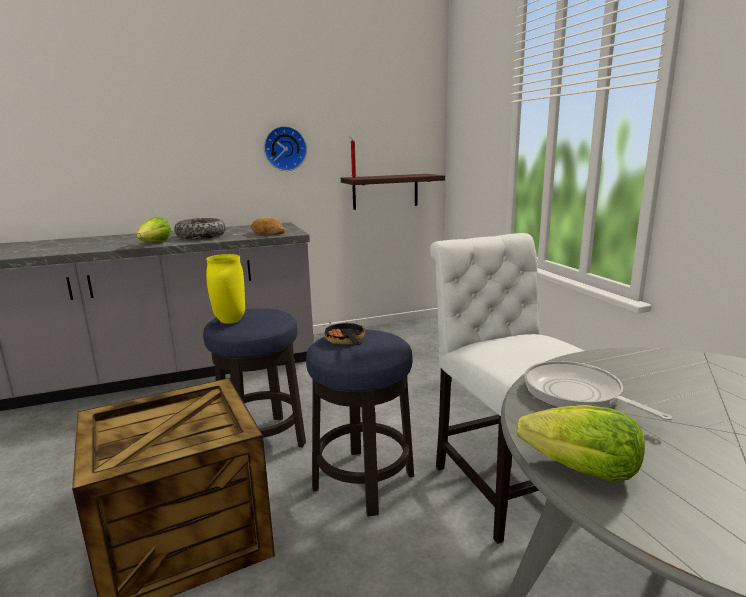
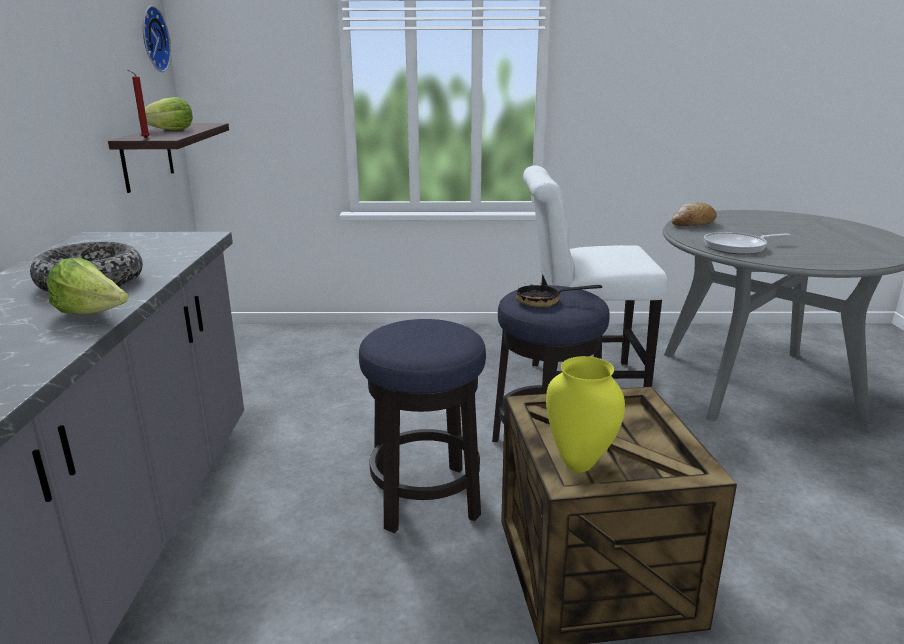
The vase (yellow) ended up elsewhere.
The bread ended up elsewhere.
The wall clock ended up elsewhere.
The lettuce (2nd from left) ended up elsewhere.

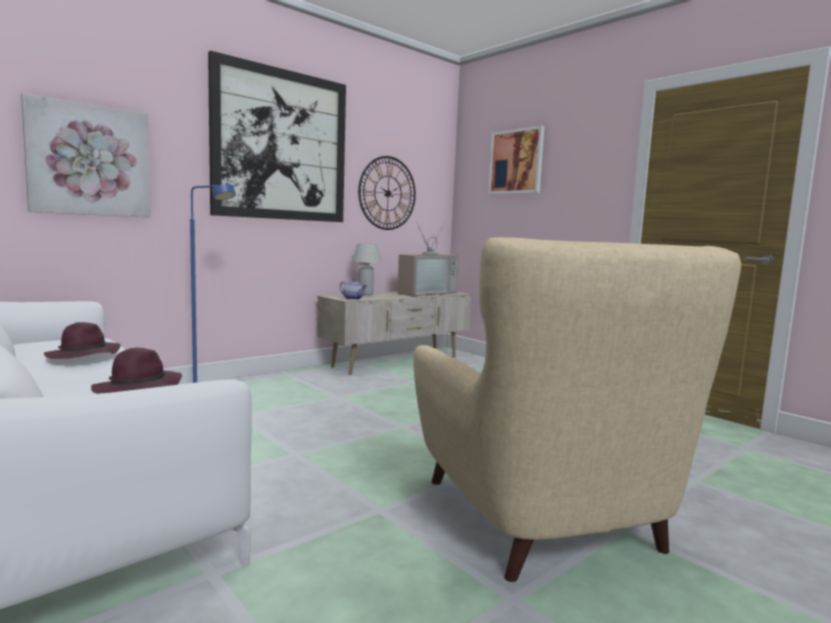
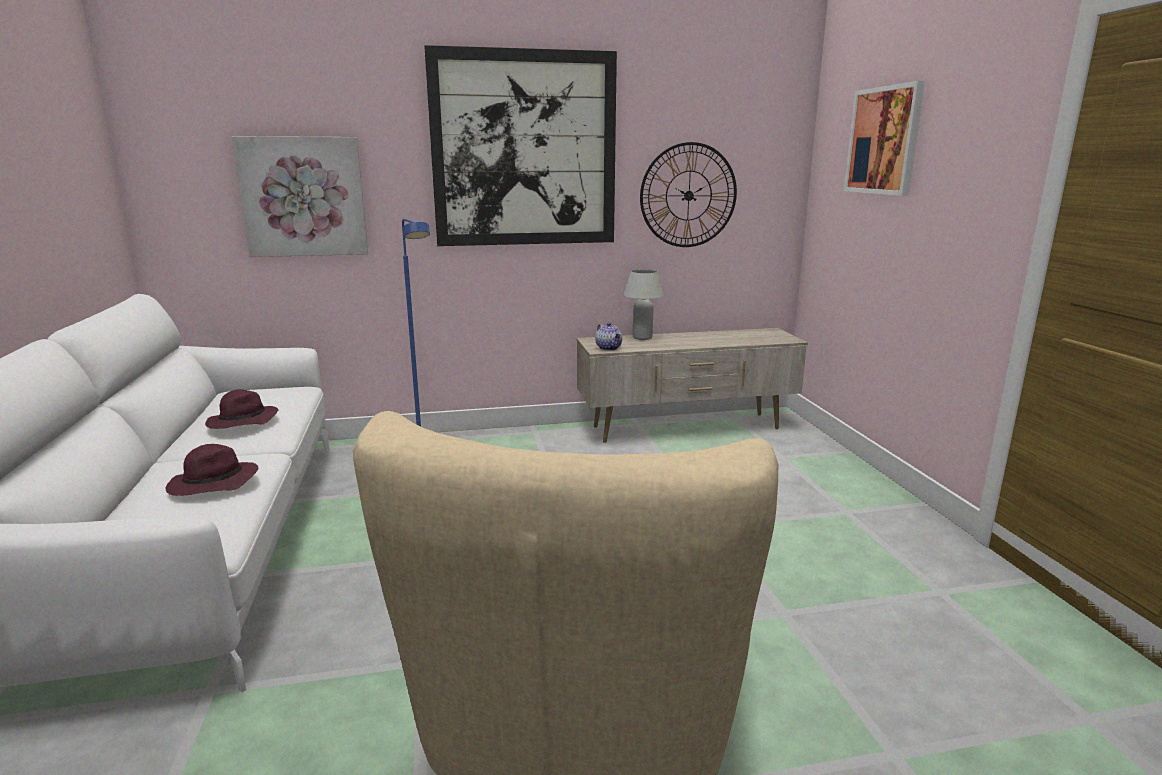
The second view lost the television.

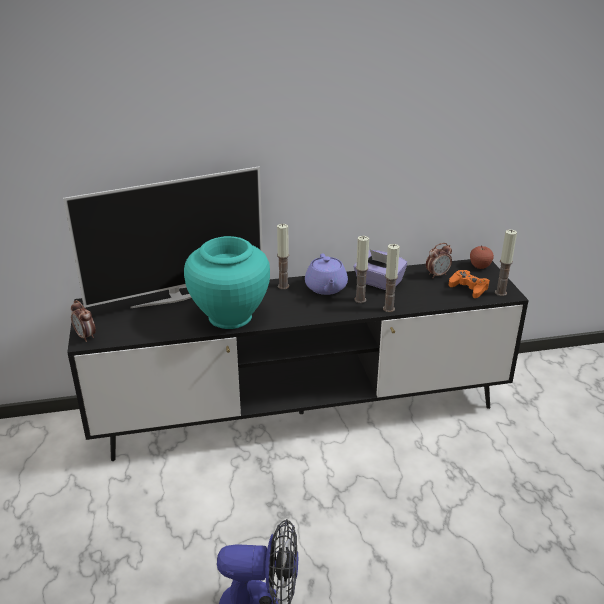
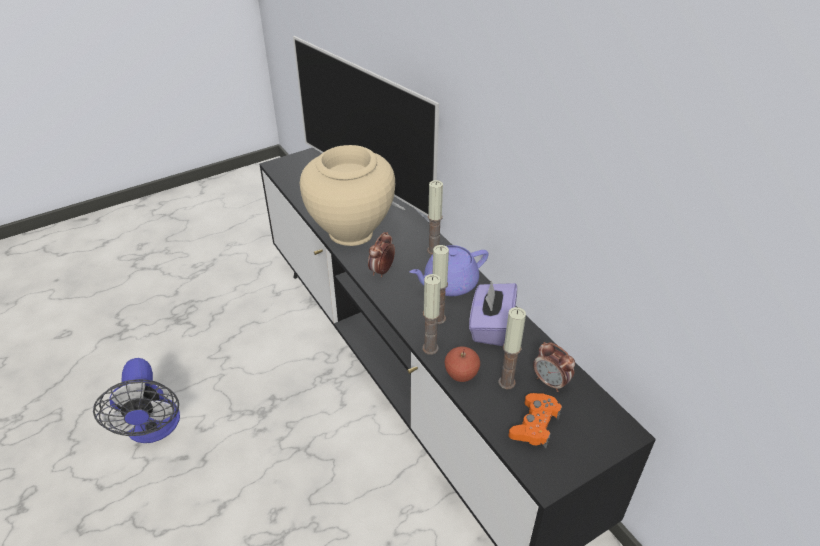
The alarm clock (1st from left) ended up elsewhere.
What was the vase (turquoise) turned into the vase (beige).
The apple ended up elsewhere.
The candle (4th from left) ended up elsewhere.

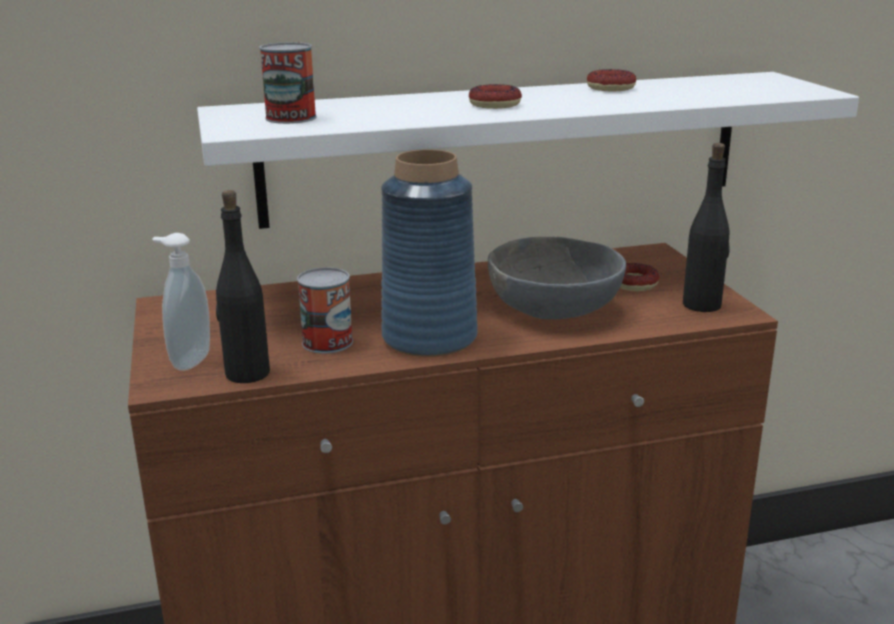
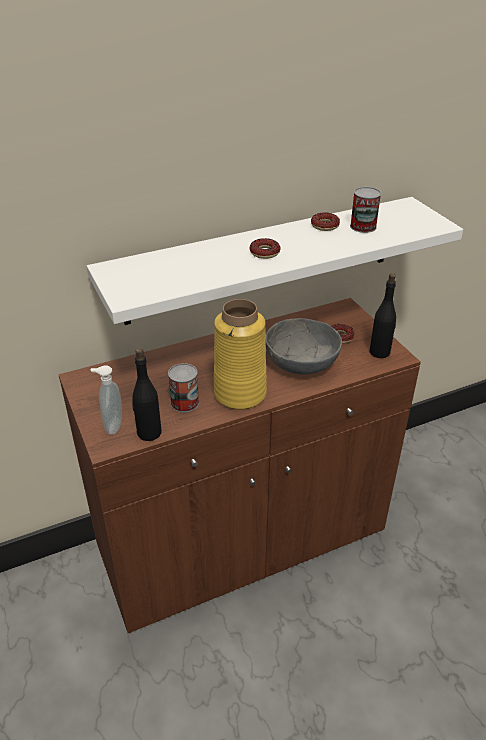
The can (1st from left in the first image) ended up elsewhere.
What was the vase (blue) turned into the vase (yellow).

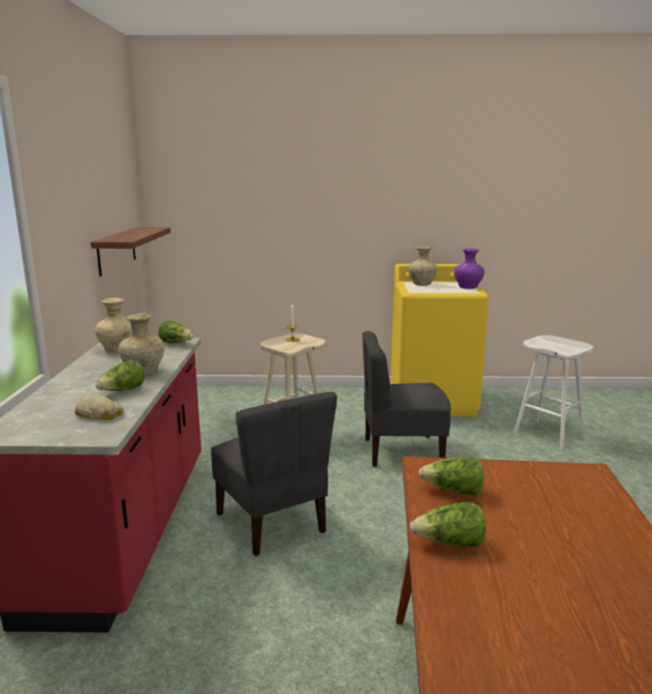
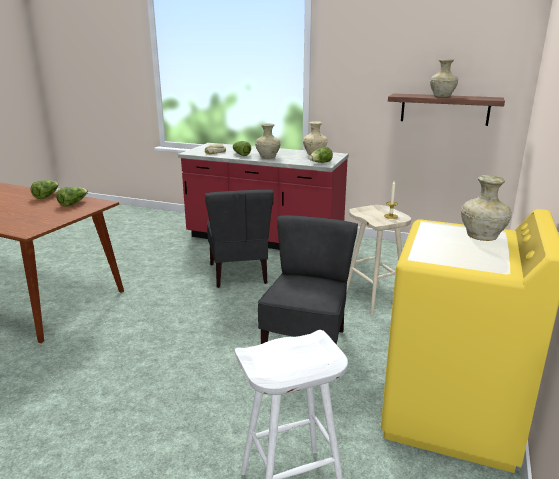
The chair (grey) (1st from left) ended up facing another way, 90 degrees counterclockwise from before.
The second view lost the vase (purple).
The second view gained the vase (beige) (3rd from left).

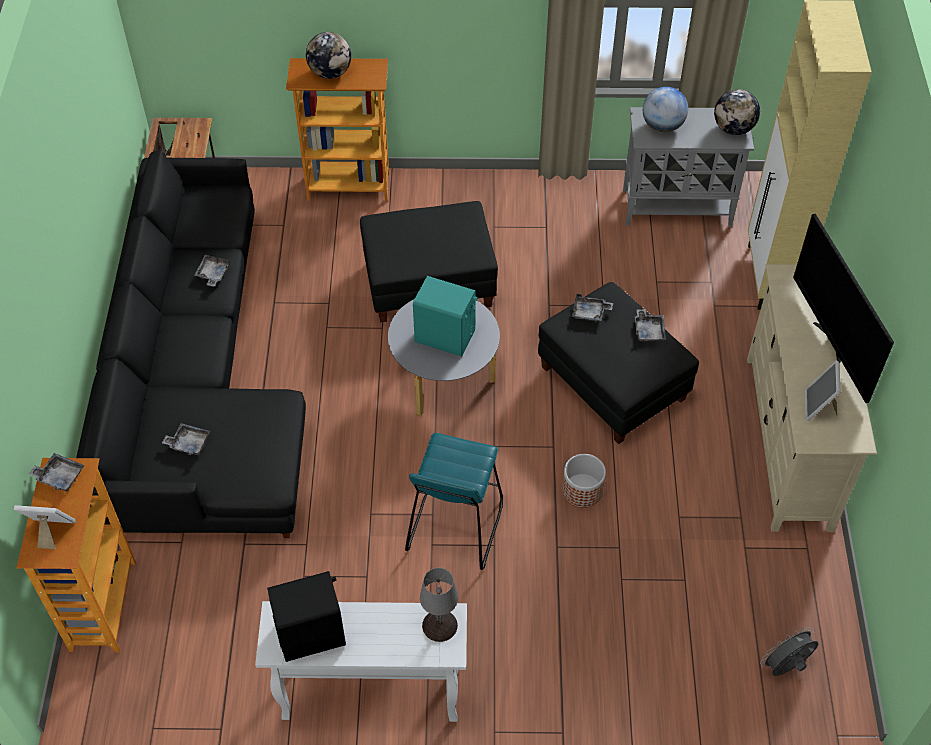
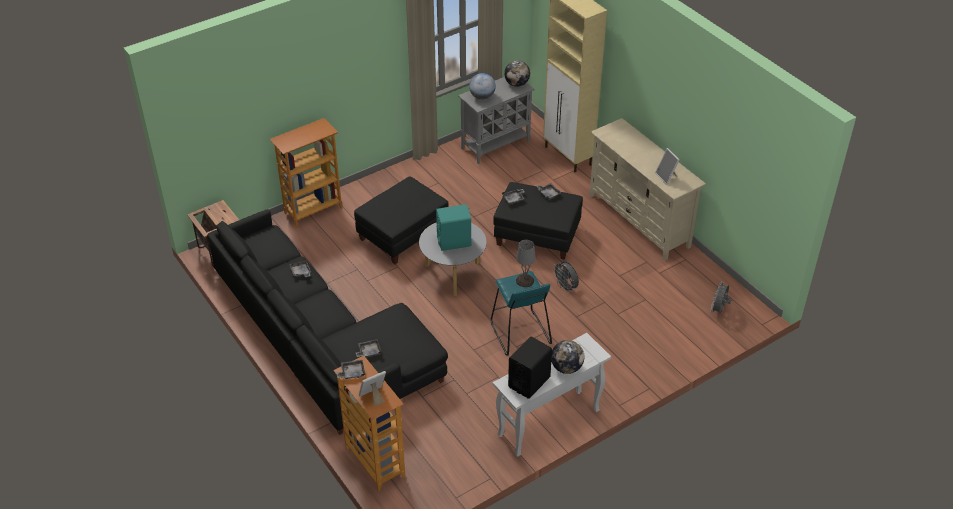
The globe (1st from left in the first image) ended up elsewhere.
The table lamp (grey) ended up elsewhere.
Where the planter stood, the fan (grey) (1st from left) came to stand.
The second view lost the television.

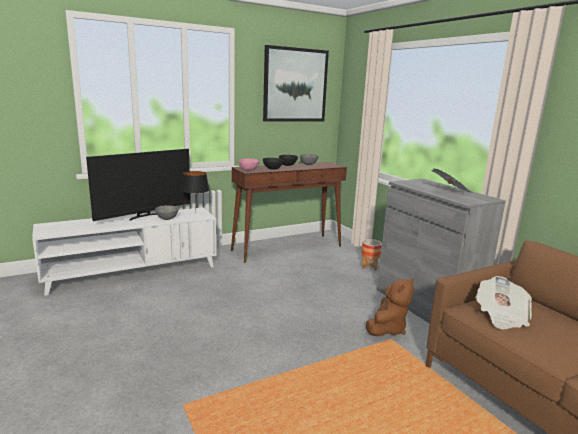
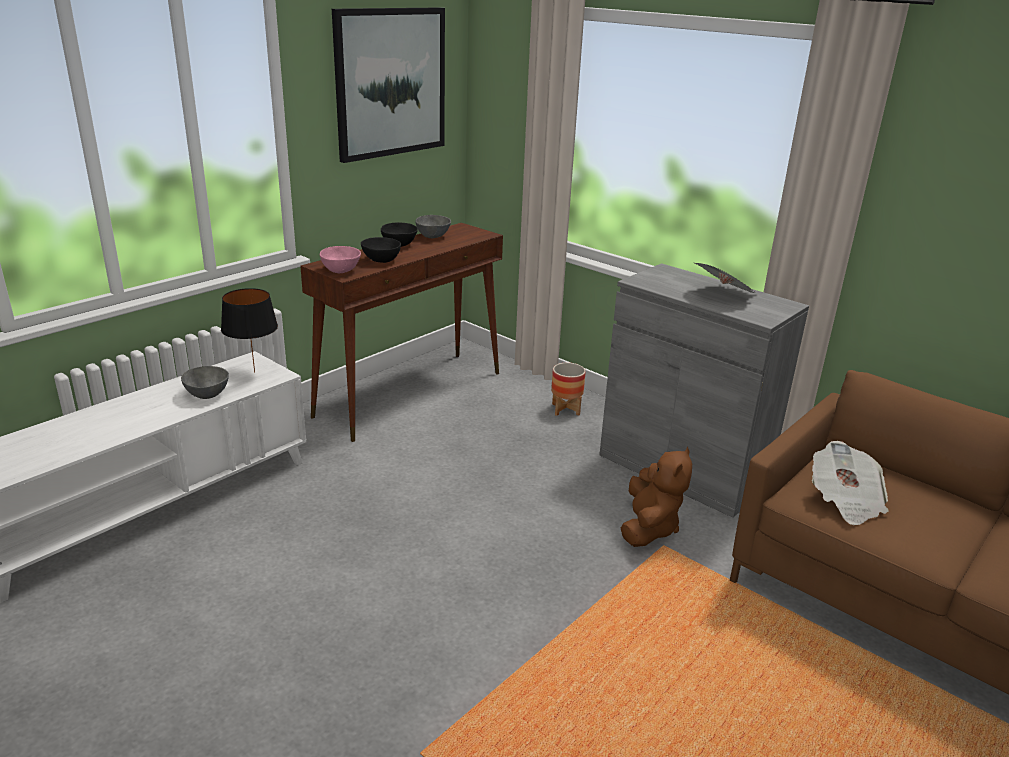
The second view lost the television.

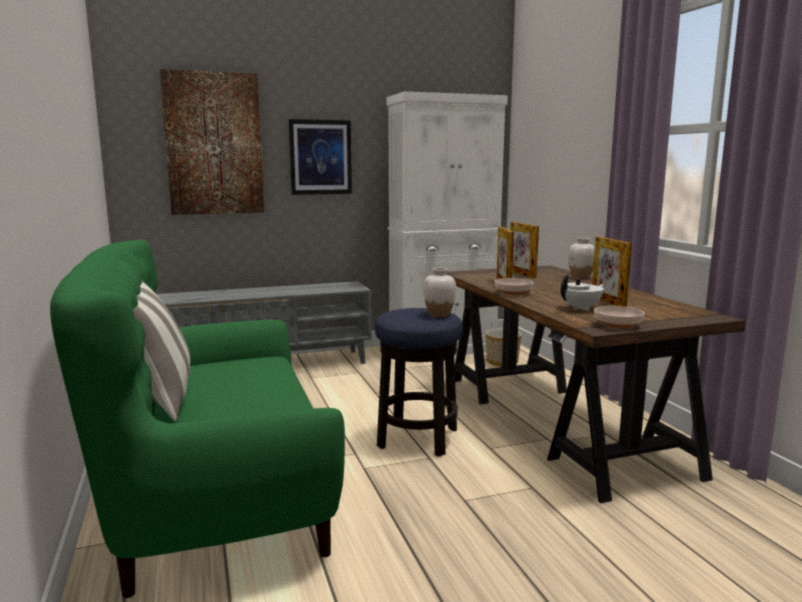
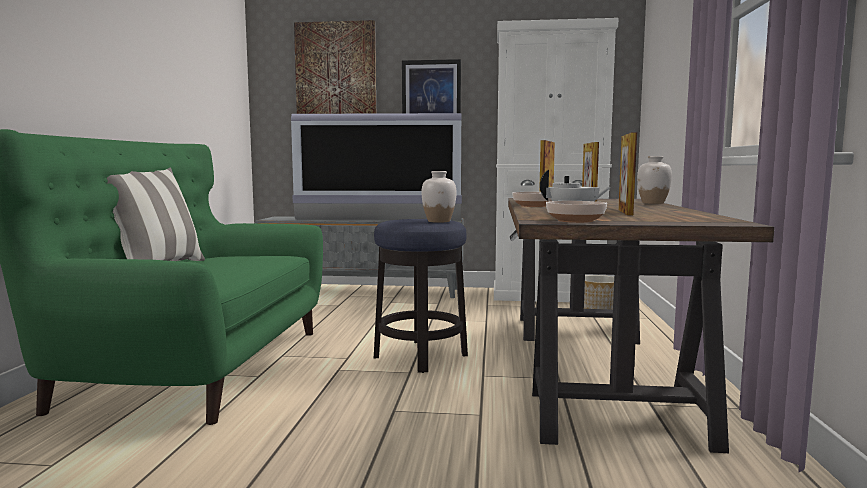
The second view gained the television.

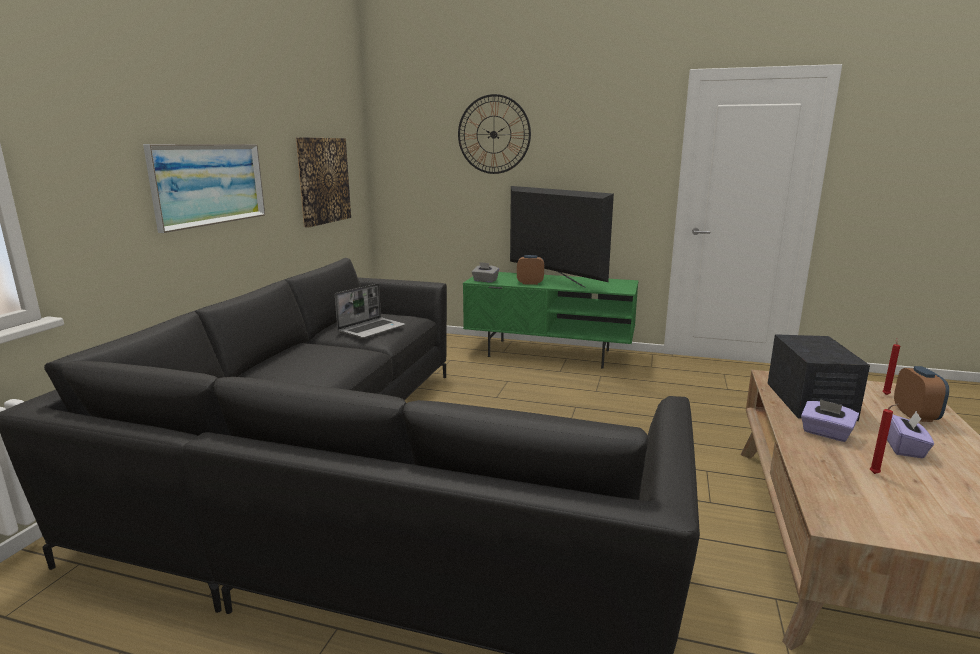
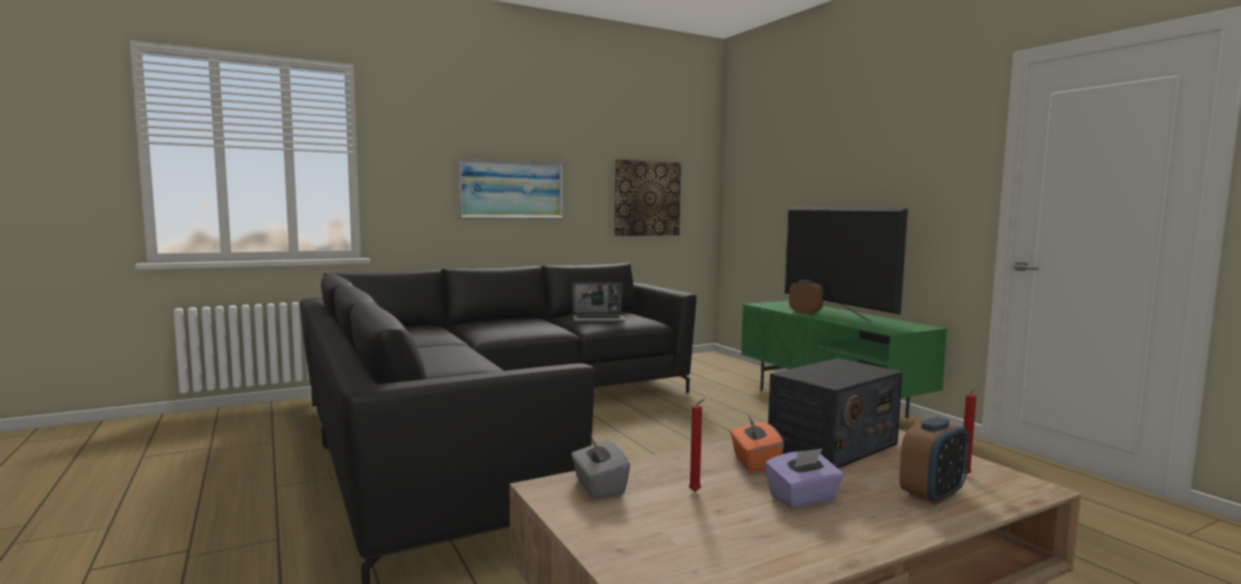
The second view lost the wall clock.
The tissue box (grey) ended up elsewhere.
The television ended up facing another way, 150 degrees clockwise from before.
What was the tissue box (purple) (1st from left) turned into the tissue box (orange).

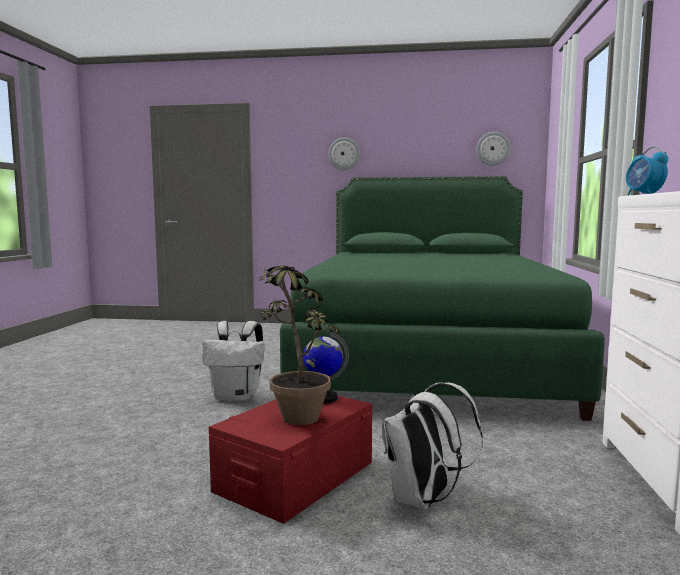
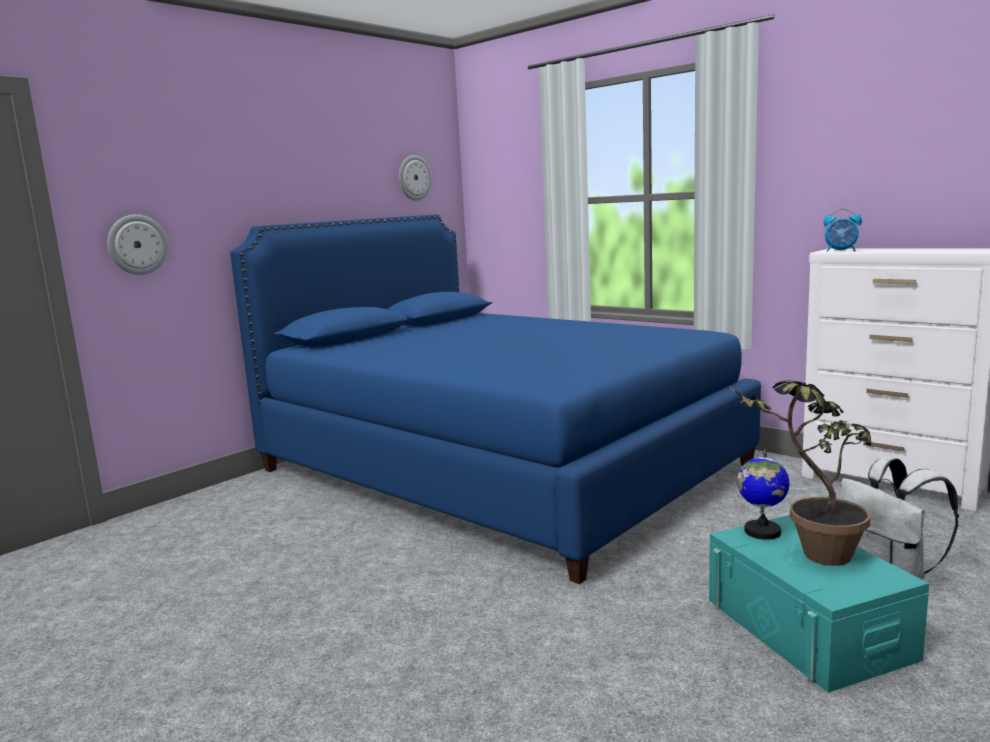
The second view lost the backpack (white) (1st from left).
What was the storage box (red) turned into the storage box (turquoise).
What was the bed (green) turned into the bed (blue).
The wall clock (1st from left) ended up elsewhere.

